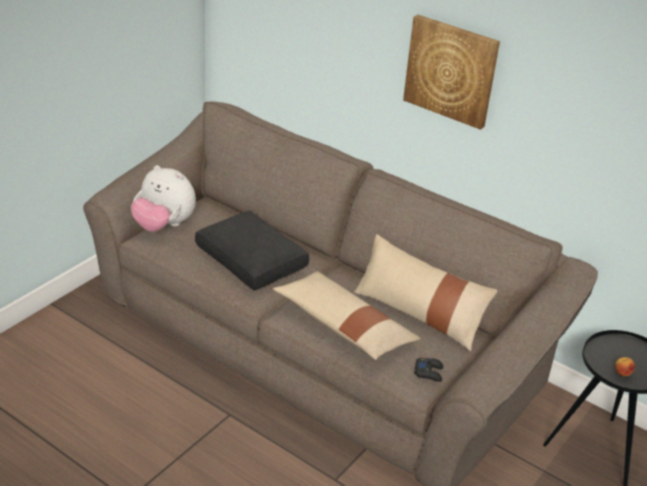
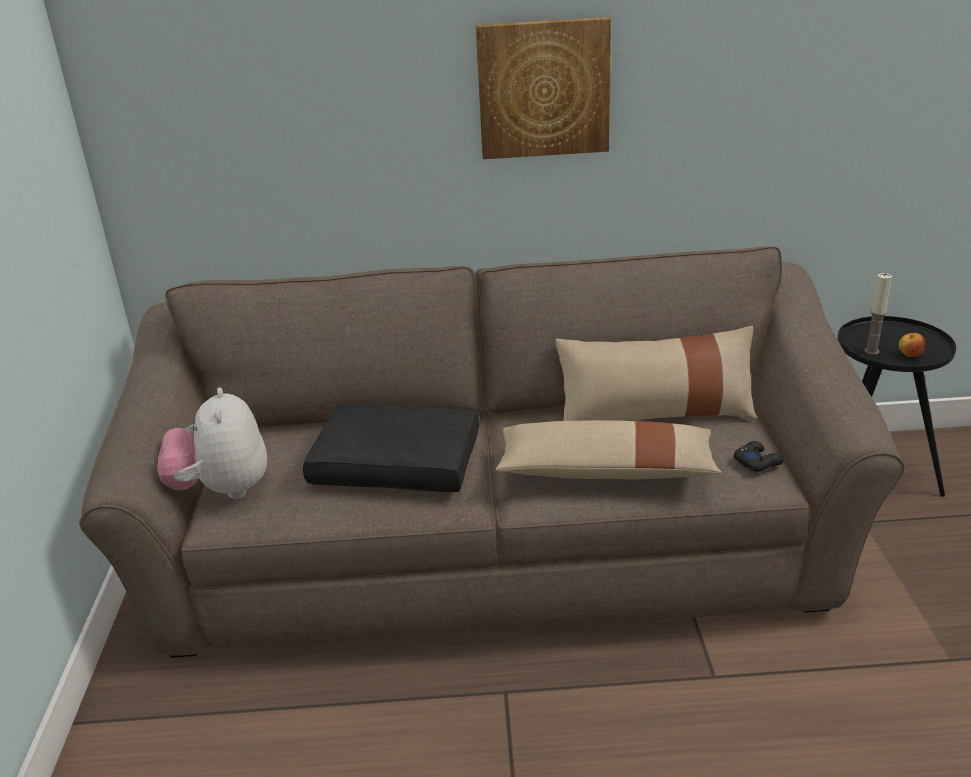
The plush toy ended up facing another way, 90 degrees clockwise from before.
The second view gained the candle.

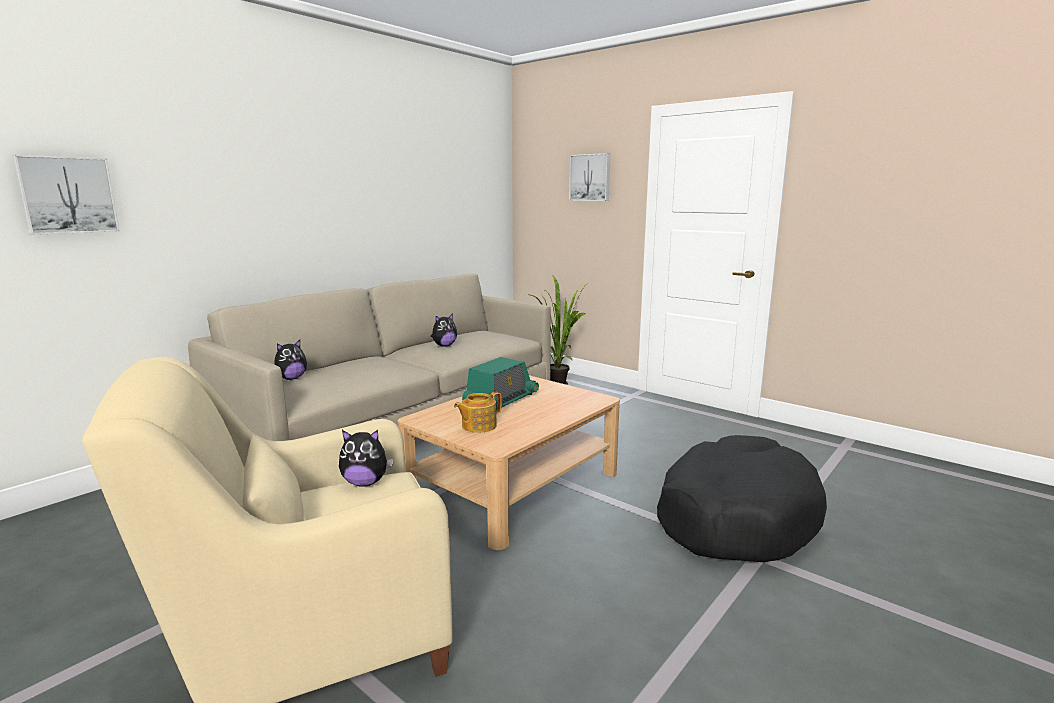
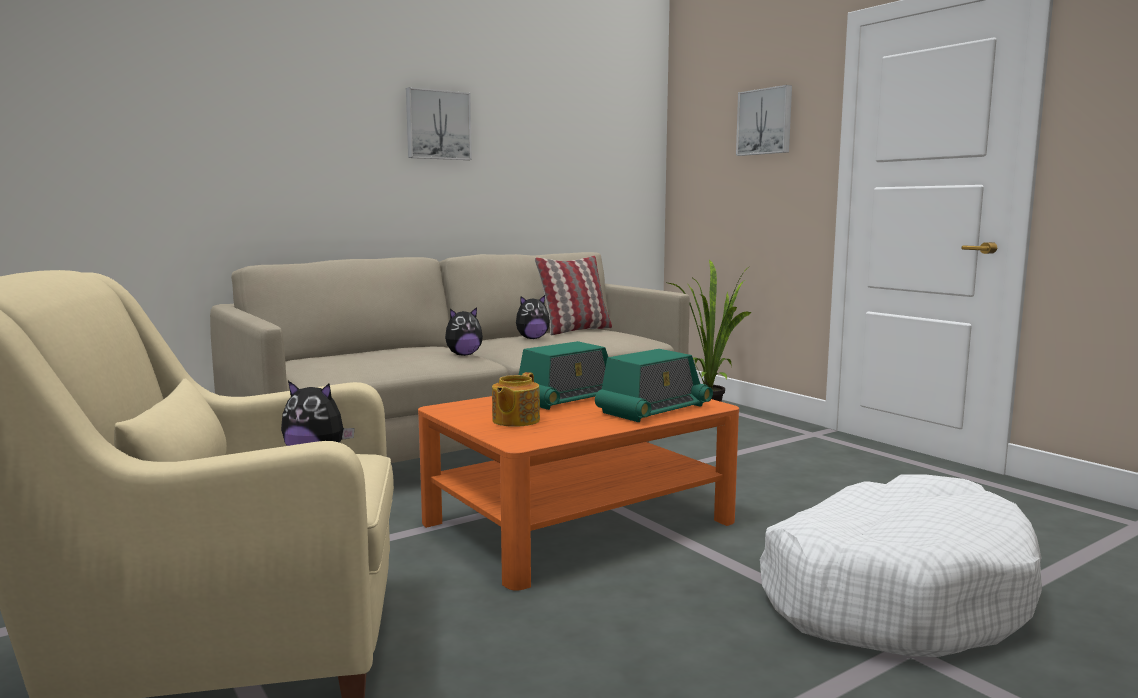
The picture (1st from left) ended up elsewhere.
The plush toy (1st from left in the first image) ended up elsewhere.
What was the coffee table (beige) turned into the coffee table (orange).
The teapot ended up facing another way, 45 degrees counterclockwise from before.
What was the dog bed (black) turned into the dog bed (white).
The second view gained the pillow.
The second view gained the radio (2nd from left).

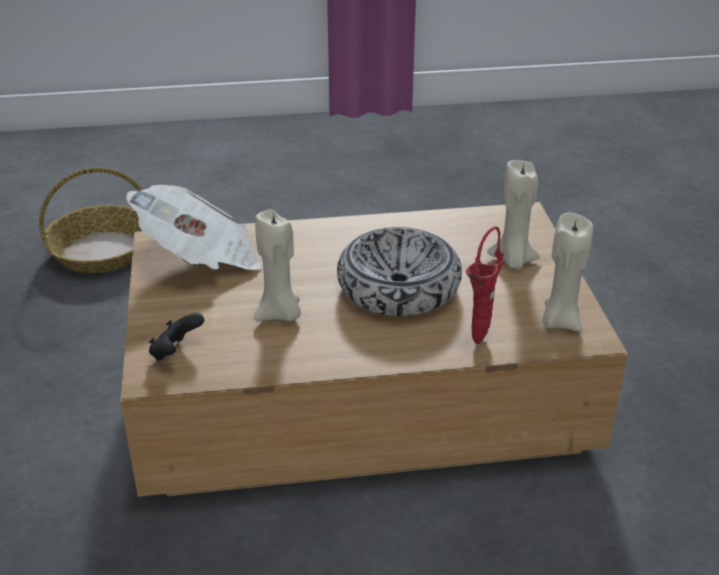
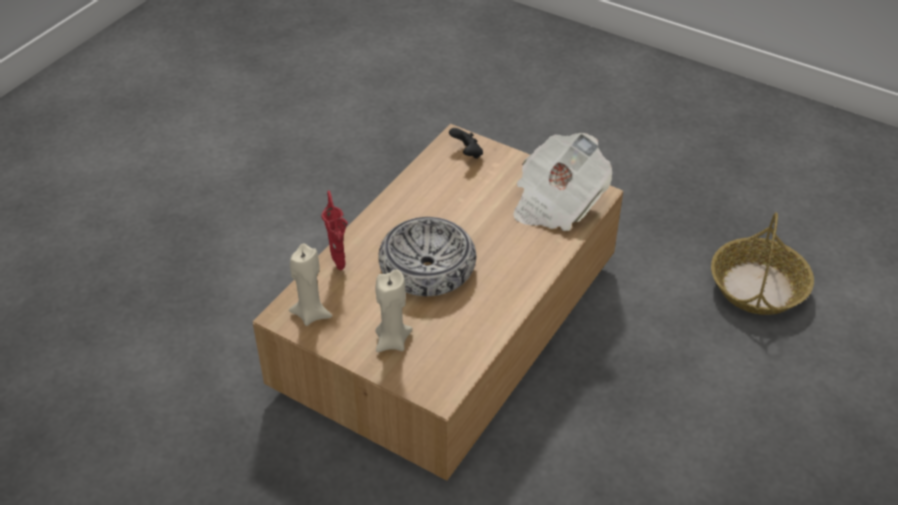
The second view lost the candle (beige) (1st from left).

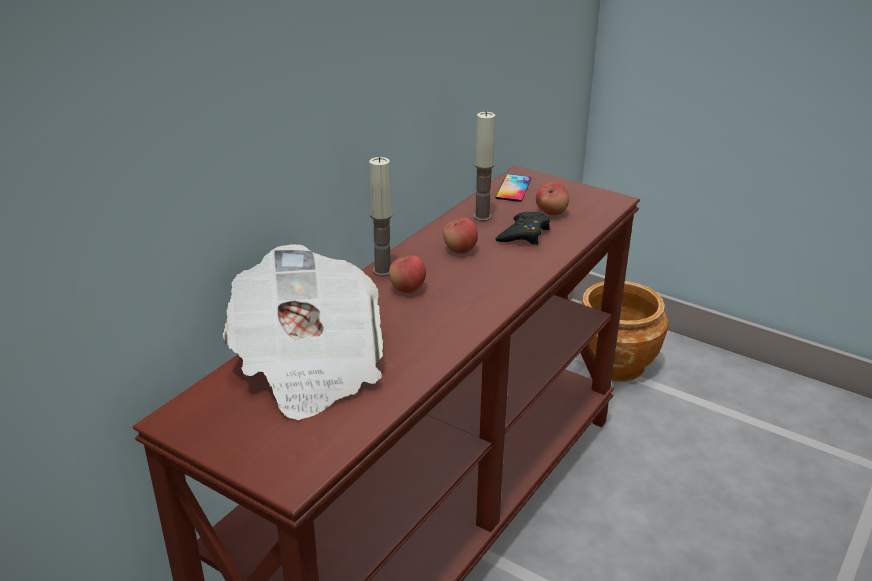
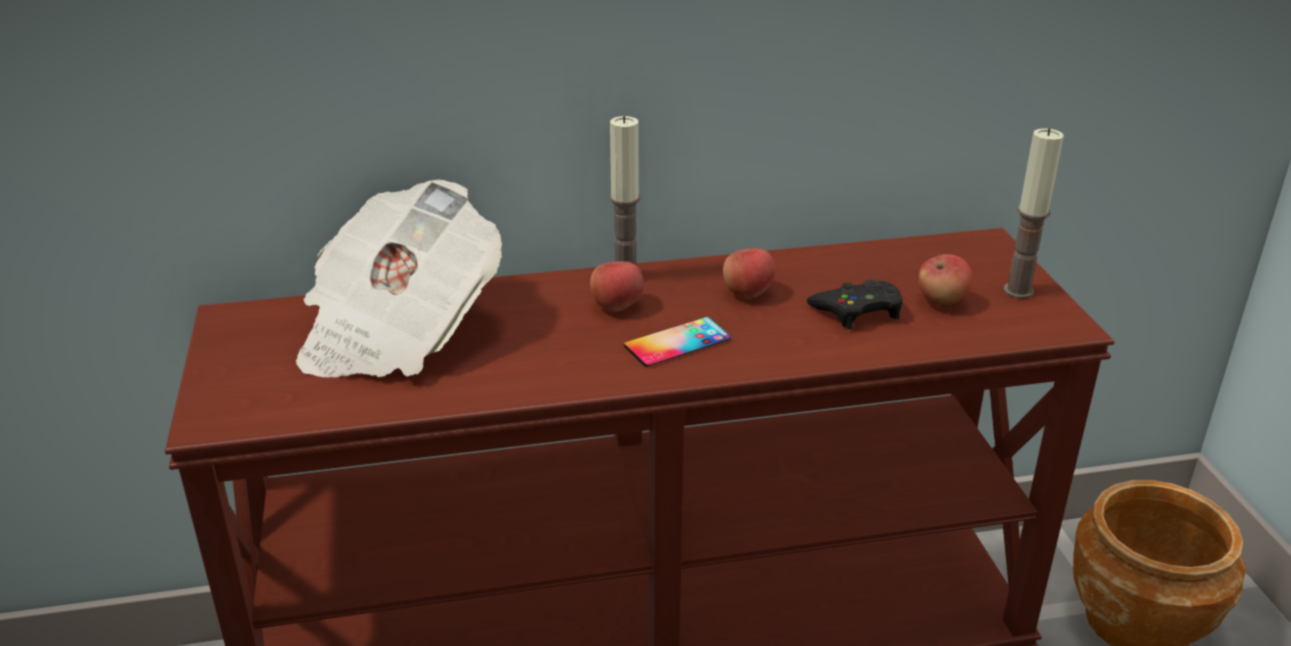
The candle (2nd from left) ended up elsewhere.
The phone ended up elsewhere.

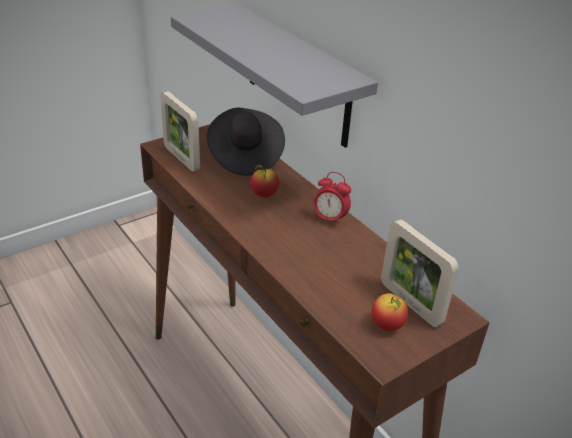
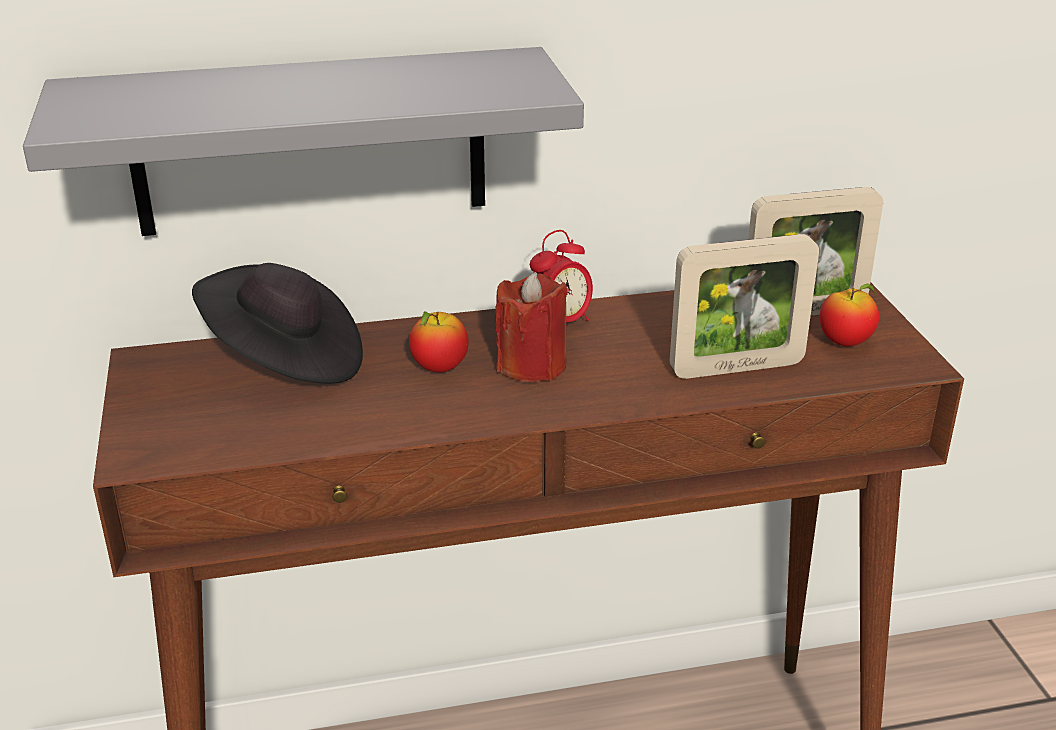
The picture frame (1st from left) ended up elsewhere.
The second view gained the candle (red).

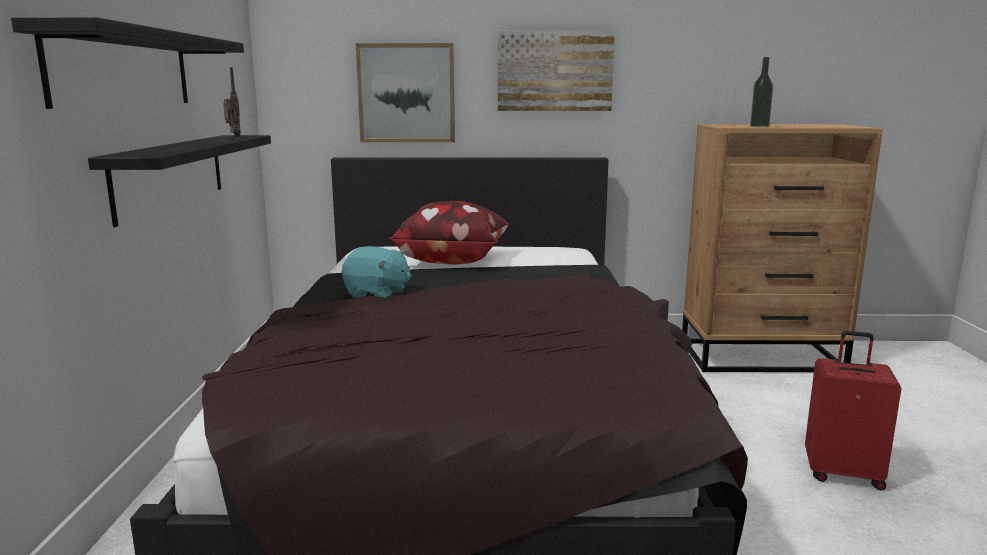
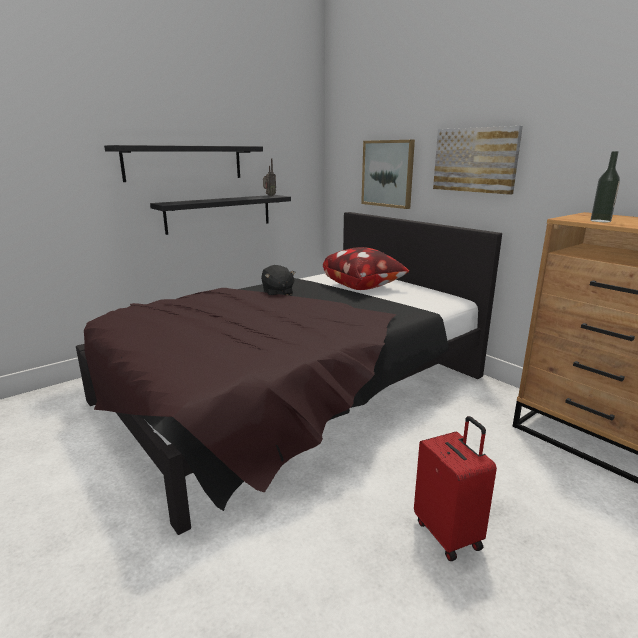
What was the plush toy (turquoise) turned into the plush toy (black).

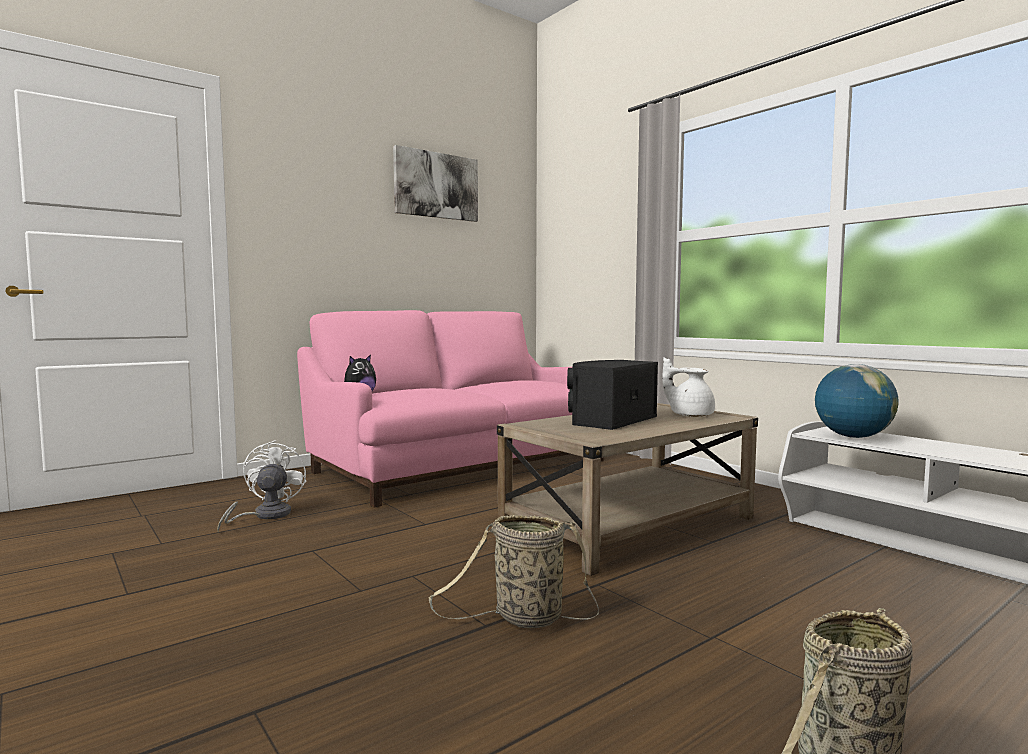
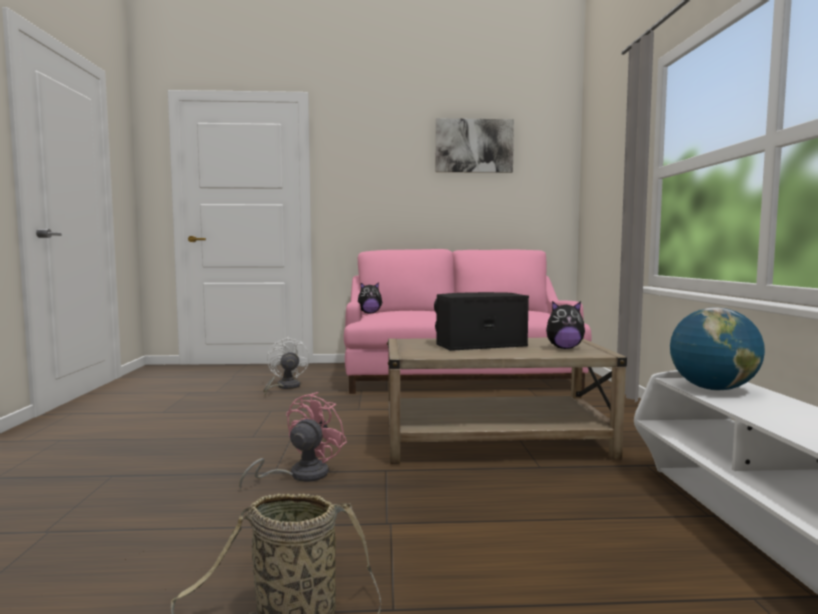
The fan (white) ended up facing another way, 45 degrees counterclockwise from before.
Where the basket (1st from left) stood, the fan (pink) came to stand.
Where the teapot (white) stood, the plush toy (2nd from left) came to stand.

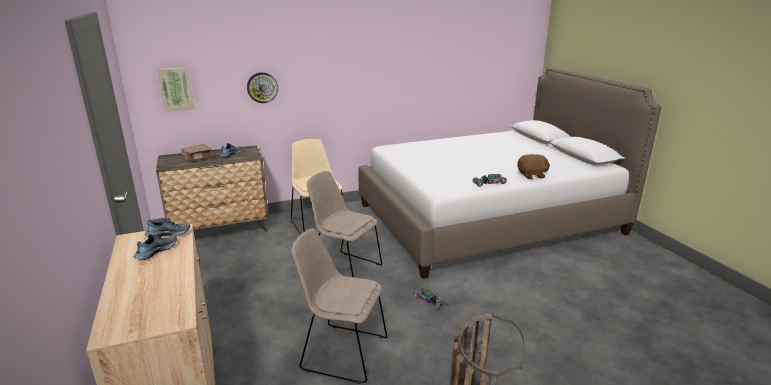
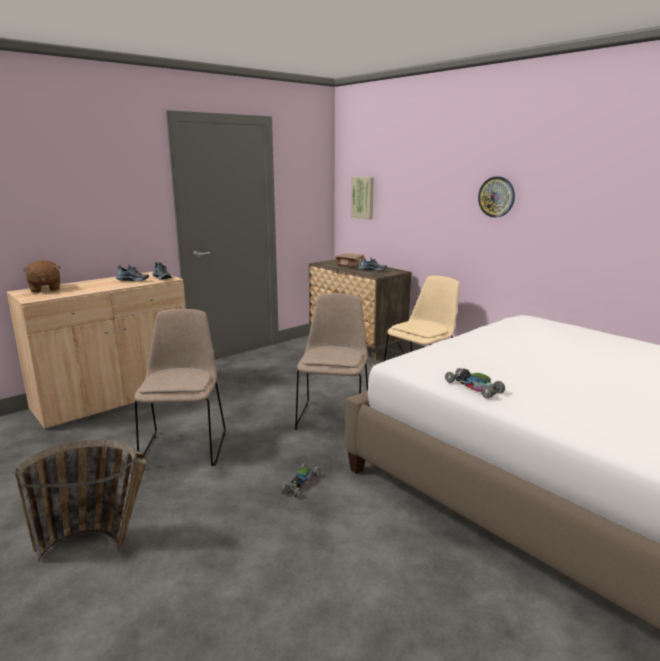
The wall clock ended up elsewhere.
The plush toy (brown) ended up elsewhere.

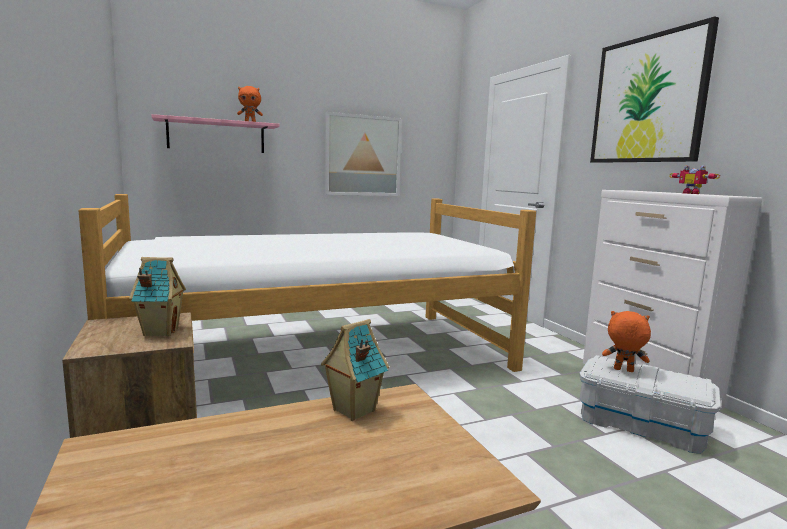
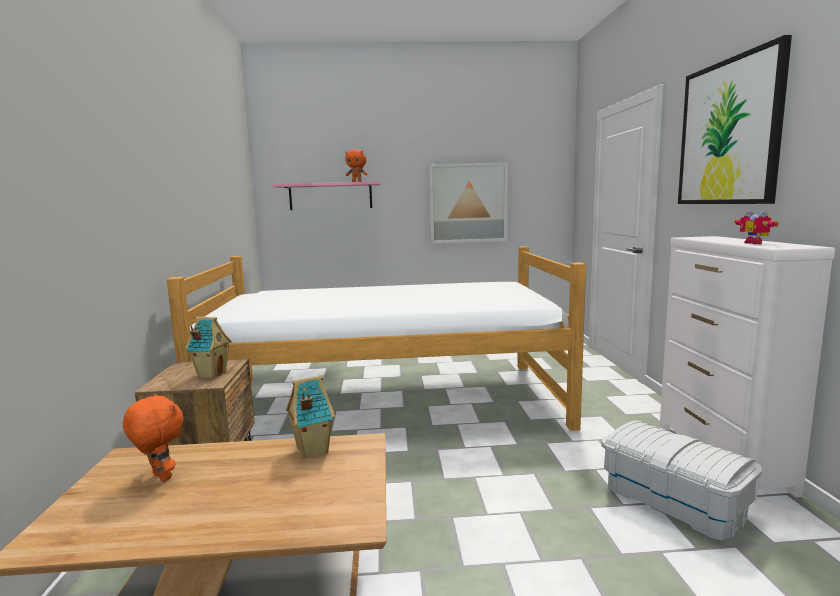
The plush toy (orange) (2nd from left in the first image) ended up elsewhere.

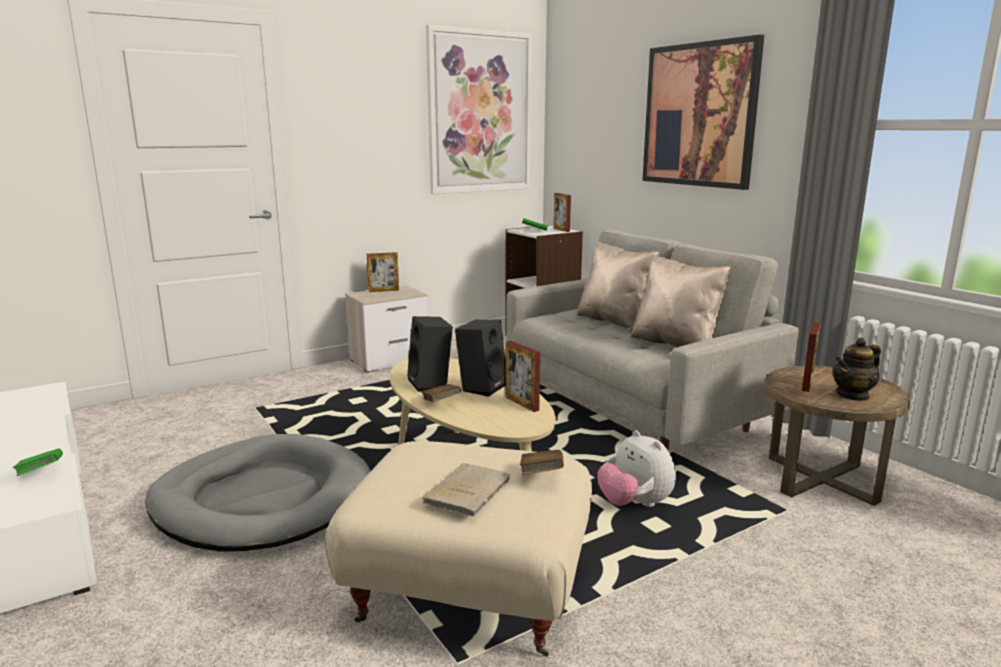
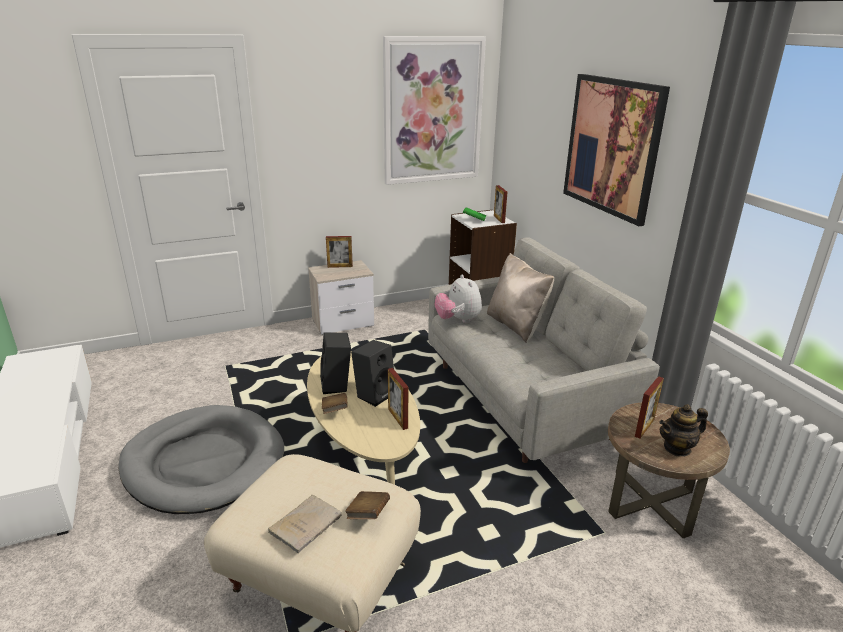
The second view lost the book (green) (1st from left).
The plush toy ended up elsewhere.
The second view lost the pillow (beige) (2nd from left).

